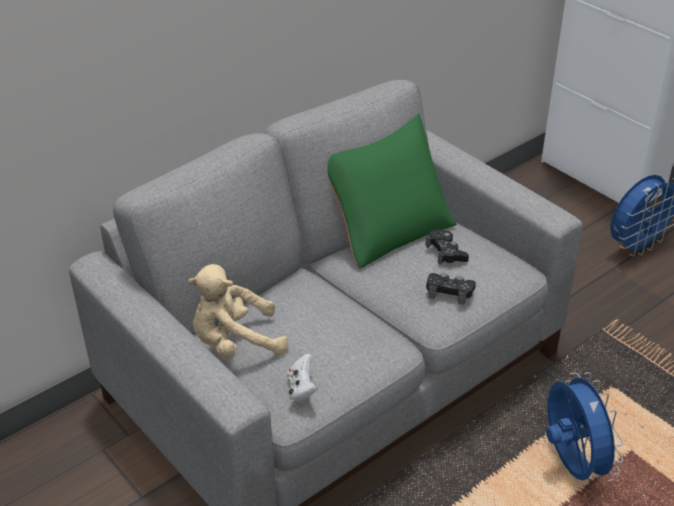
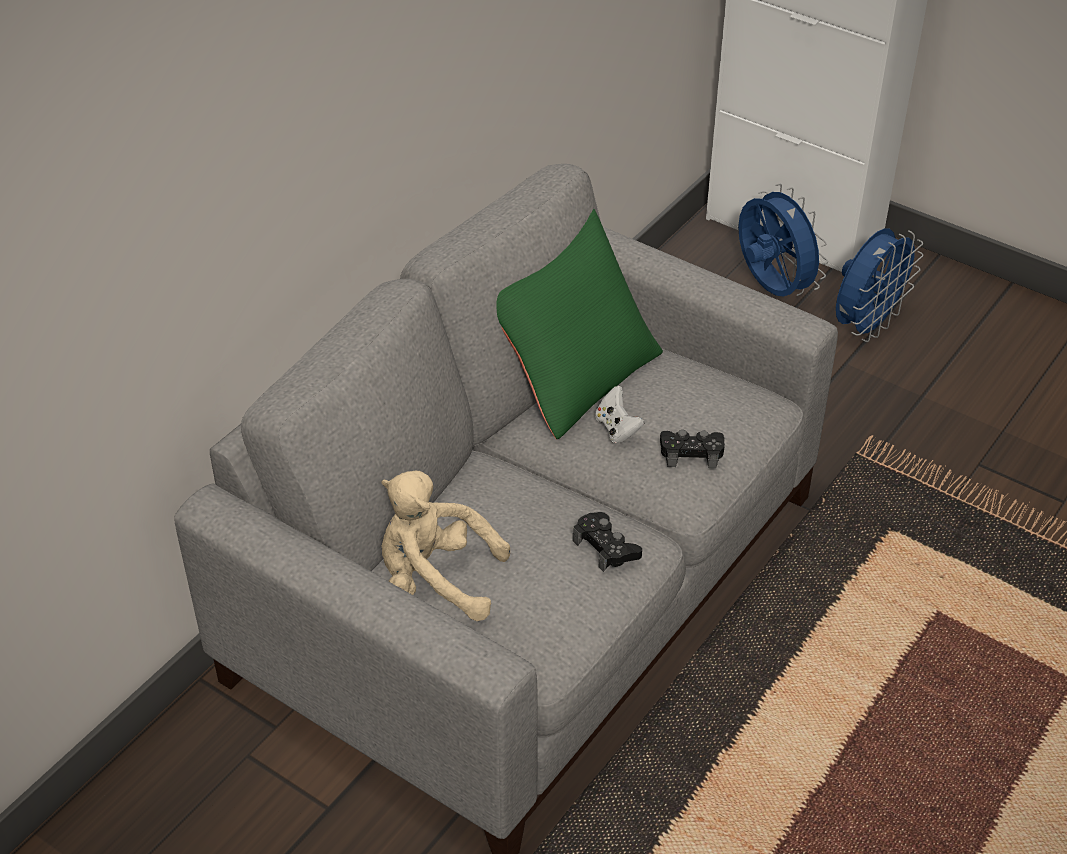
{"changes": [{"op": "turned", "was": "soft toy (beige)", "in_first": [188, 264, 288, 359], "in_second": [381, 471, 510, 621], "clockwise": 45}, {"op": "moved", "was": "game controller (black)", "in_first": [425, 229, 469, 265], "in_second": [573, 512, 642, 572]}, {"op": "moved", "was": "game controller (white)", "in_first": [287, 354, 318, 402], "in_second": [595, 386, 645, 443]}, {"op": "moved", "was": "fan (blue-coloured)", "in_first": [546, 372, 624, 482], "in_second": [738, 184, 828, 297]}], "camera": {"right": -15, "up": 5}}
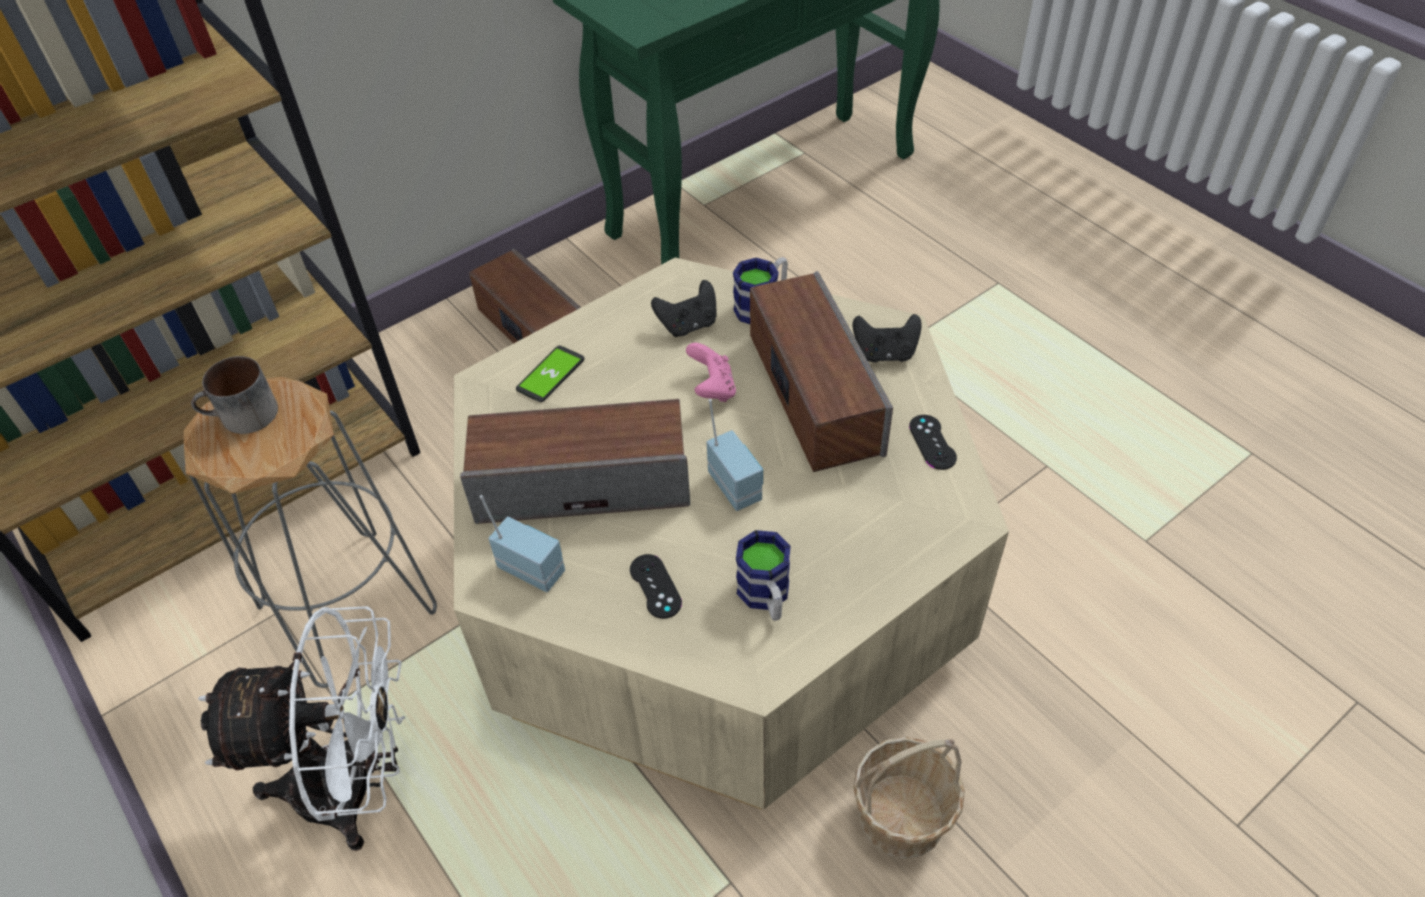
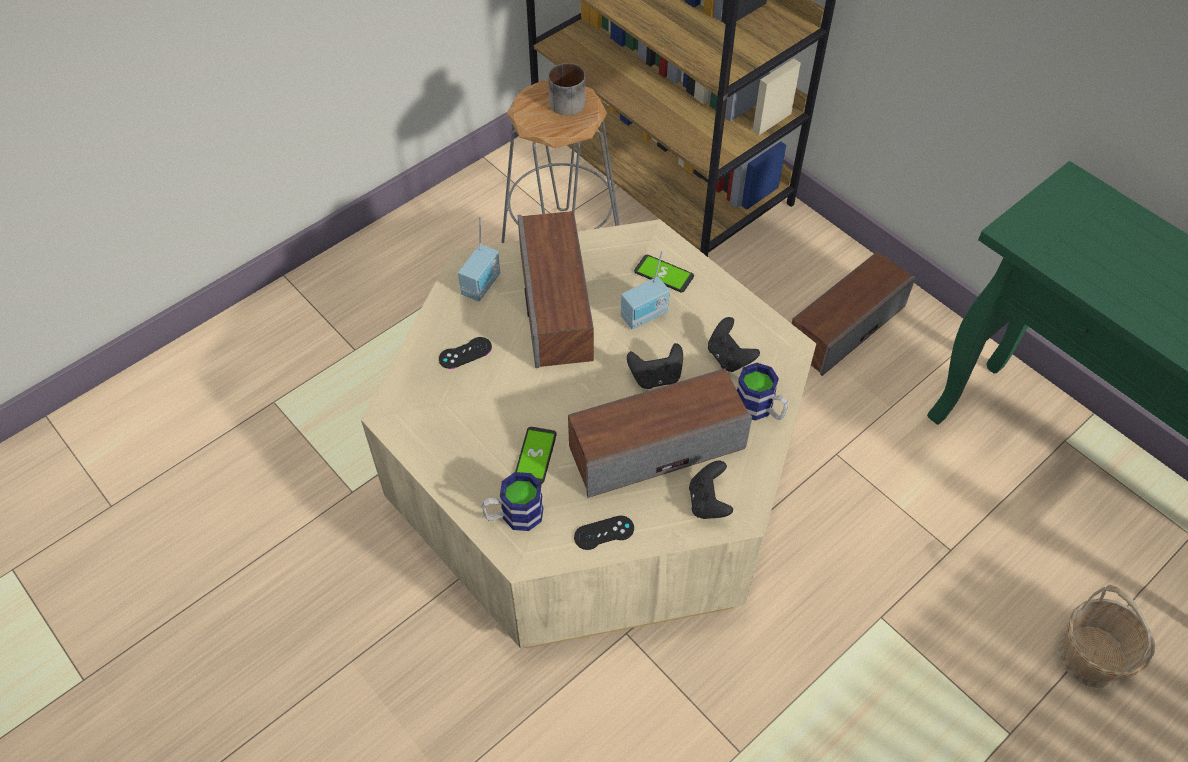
{"changes": [{"op": "moved", "was": "tea mug", "in_first": [736, 530, 791, 621], "in_second": [481, 472, 544, 531]}, {"op": "added", "now": "telephone", "in_second": [515, 427, 557, 484]}, {"op": "moved", "was": "radio set", "in_first": [707, 399, 763, 511], "in_second": [621, 250, 670, 330]}, {"op": "recoloured", "was": "game controller (pink-coloured)", "now": "game controller (black)", "in_first": [686, 343, 736, 402], "in_second": [627, 343, 683, 389]}, {"op": "moved", "was": "household basket", "in_first": [853, 737, 965, 859], "in_second": [1059, 585, 1155, 688]}, {"op": "removed", "was": "fan (white)", "in_first": [198, 606, 405, 851]}], "camera": {"right": 85, "up": 5}}
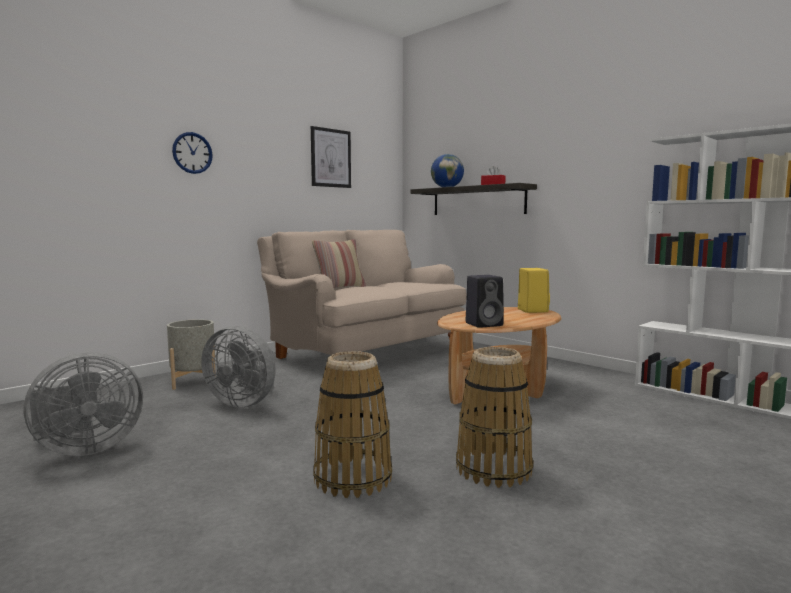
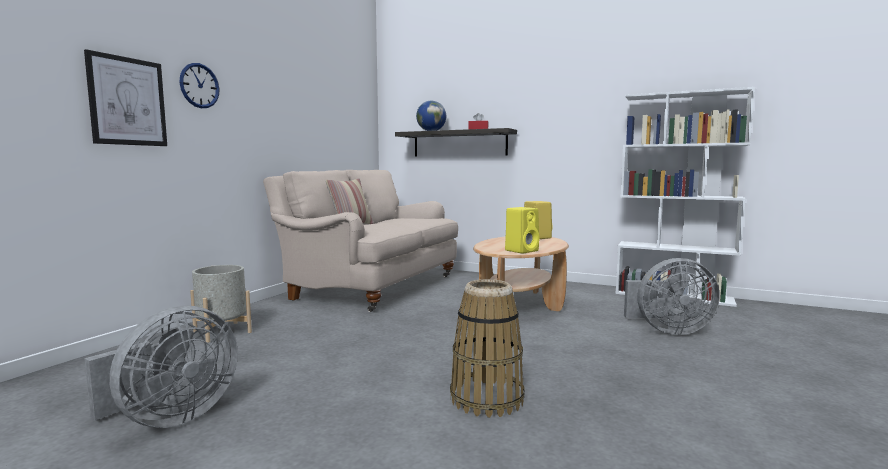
{"changes": [{"op": "moved", "was": "wall picture", "in_first": [311, 126, 351, 188], "in_second": [84, 49, 167, 146]}, {"op": "recoloured", "was": "loudspeaker (black)", "now": "loudspeaker (yellow)", "in_first": [466, 275, 504, 328], "in_second": [505, 207, 540, 254]}, {"op": "moved", "was": "fan (grey)", "in_first": [201, 326, 276, 408], "in_second": [624, 258, 720, 335]}, {"op": "removed", "was": "household basket", "in_first": [456, 347, 533, 488]}], "camera": {"right": -20, "up": 0}}
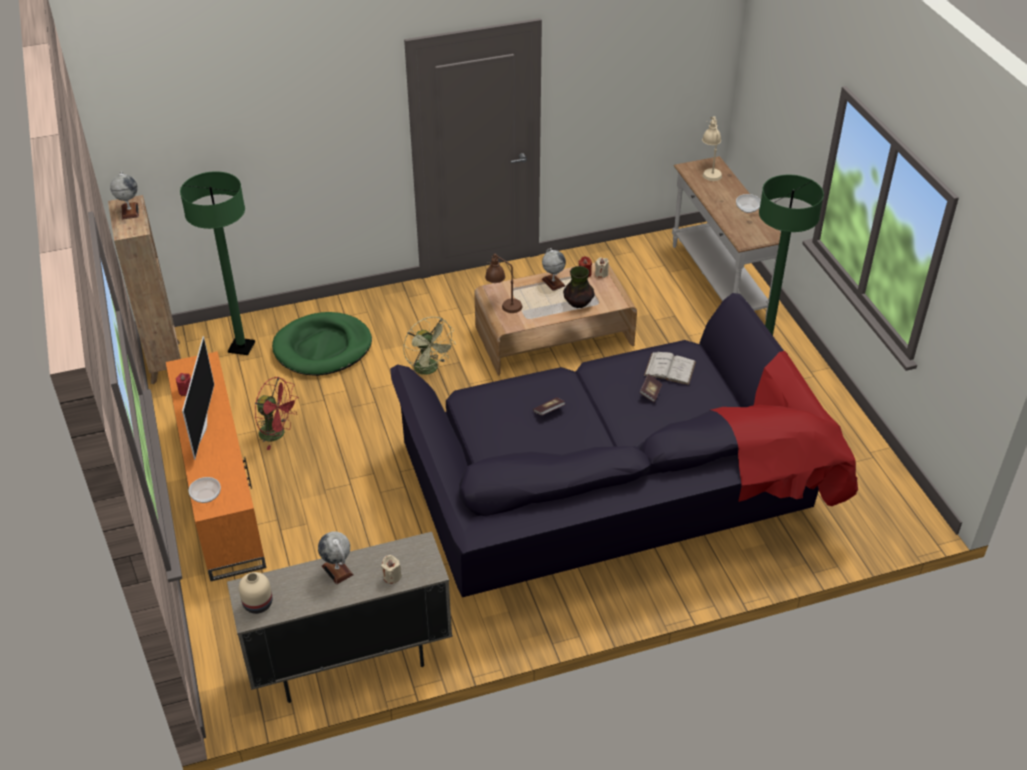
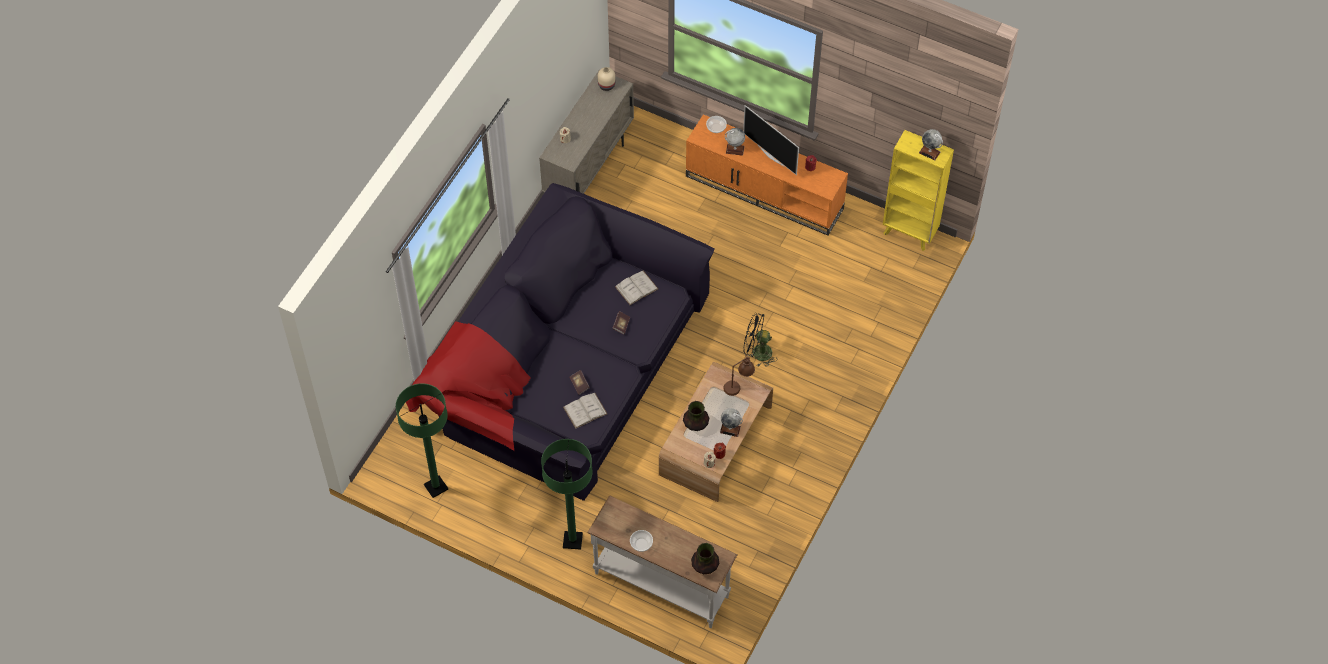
{"changes": [{"op": "moved", "was": "floor lamp (green)", "in_first": [180, 171, 255, 355], "in_second": [396, 383, 448, 498]}, {"op": "added", "now": "bound book (white)", "in_second": [615, 271, 658, 305]}, {"op": "replaced", "was": "tabletop lamp (beige)", "now": "flower vase", "in_first": [702, 116, 722, 181], "in_second": [691, 543, 719, 574]}, {"op": "moved", "was": "desk globe", "in_first": [318, 531, 354, 584], "in_second": [725, 128, 745, 156]}, {"op": "recoloured", "was": "fan (green)", "now": "fan (black)", "in_first": [403, 317, 456, 375], "in_second": [743, 313, 777, 367]}, {"op": "recoloured", "was": "bookcase (brown-coloured)", "now": "bookcase (yellow)", "in_first": [108, 195, 181, 384], "in_second": [883, 130, 954, 251]}, {"op": "removed", "was": "fan (red)", "in_first": [255, 377, 298, 450]}, {"op": "removed", "was": "pet bed (green)", "in_first": [272, 312, 372, 376]}], "camera": {"right": 135, "up": 15}}
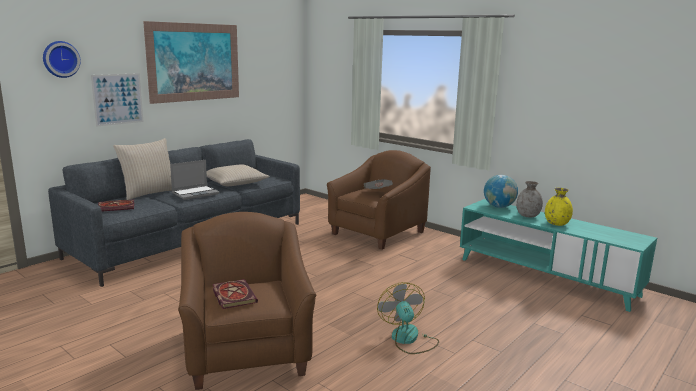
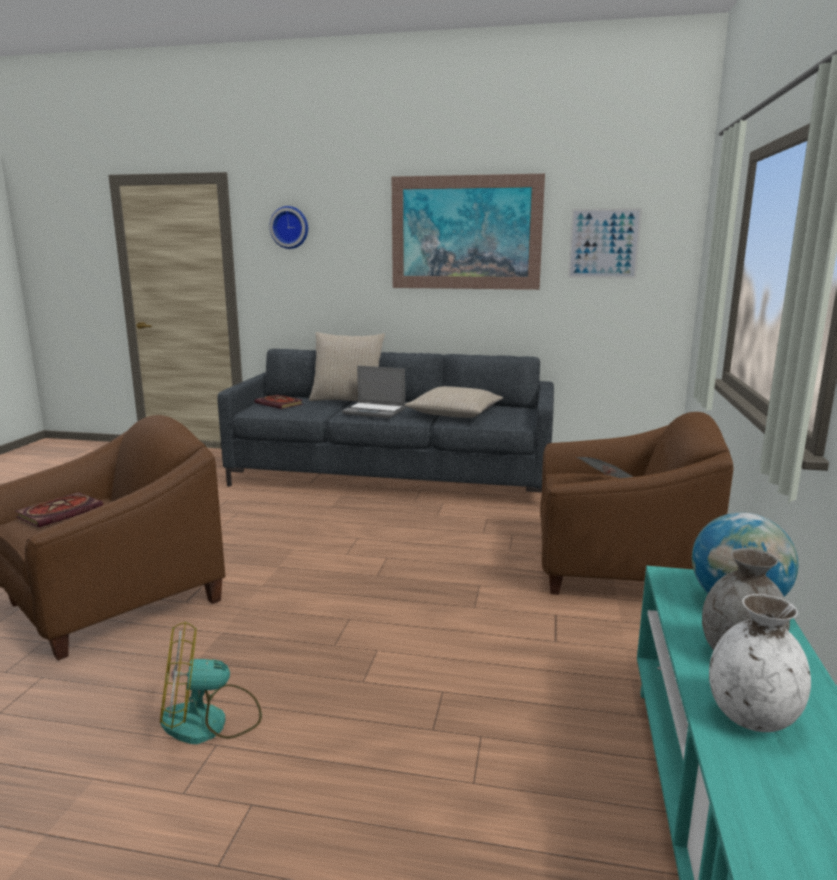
{"changes": [{"op": "turned", "was": "fan", "in_first": [377, 282, 439, 354], "in_second": [160, 621, 262, 744], "clockwise": -150}, {"op": "moved", "was": "wall picture", "in_first": [91, 73, 144, 127], "in_second": [568, 208, 642, 279]}, {"op": "recoloured", "was": "flower vase (yellow)", "now": "flower vase (white)", "in_first": [545, 188, 573, 226], "in_second": [709, 594, 811, 732]}], "camera": {"right": 60, "up": 0}}
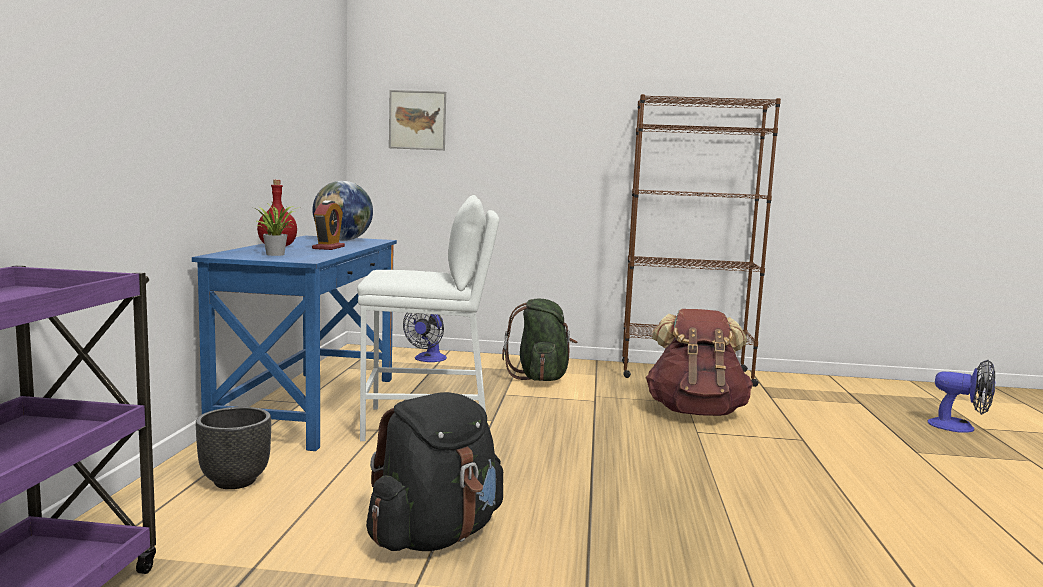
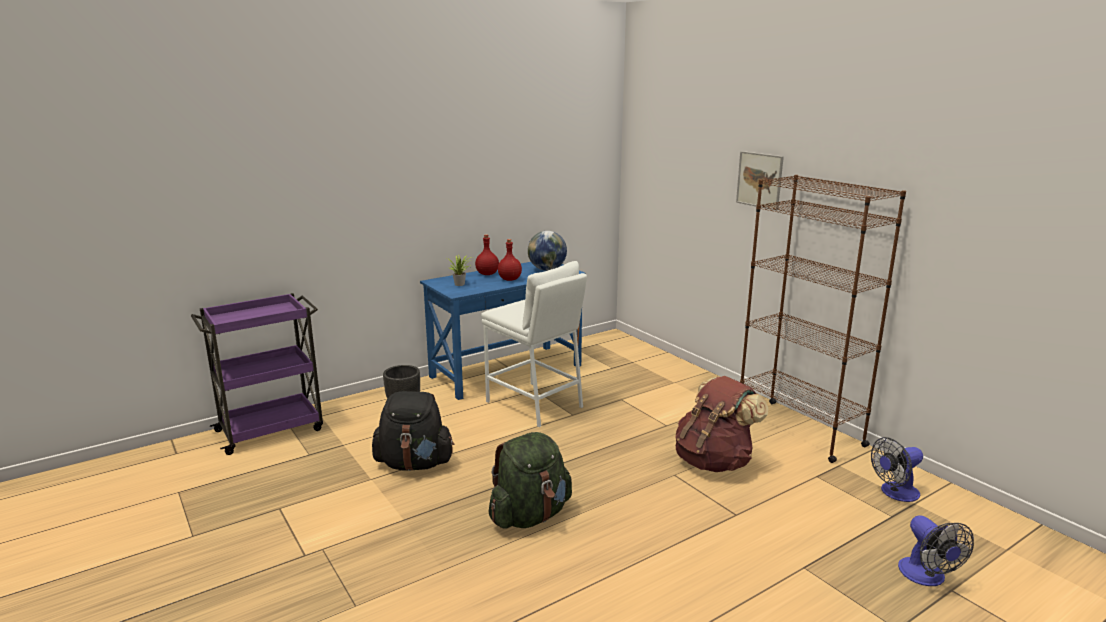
{"changes": [{"op": "moved", "was": "rucksack (green)", "in_first": [502, 299, 577, 381], "in_second": [489, 432, 572, 529]}, {"op": "replaced", "was": "alarm clock", "now": "bottle (red)", "in_first": [312, 200, 345, 250], "in_second": [498, 239, 522, 281]}, {"op": "moved", "was": "wall picture", "in_first": [389, 90, 446, 150], "in_second": [736, 151, 784, 210]}, {"op": "moved", "was": "fan", "in_first": [403, 313, 447, 362], "in_second": [871, 437, 923, 502]}], "camera": {"right": 50, "up": 10}}
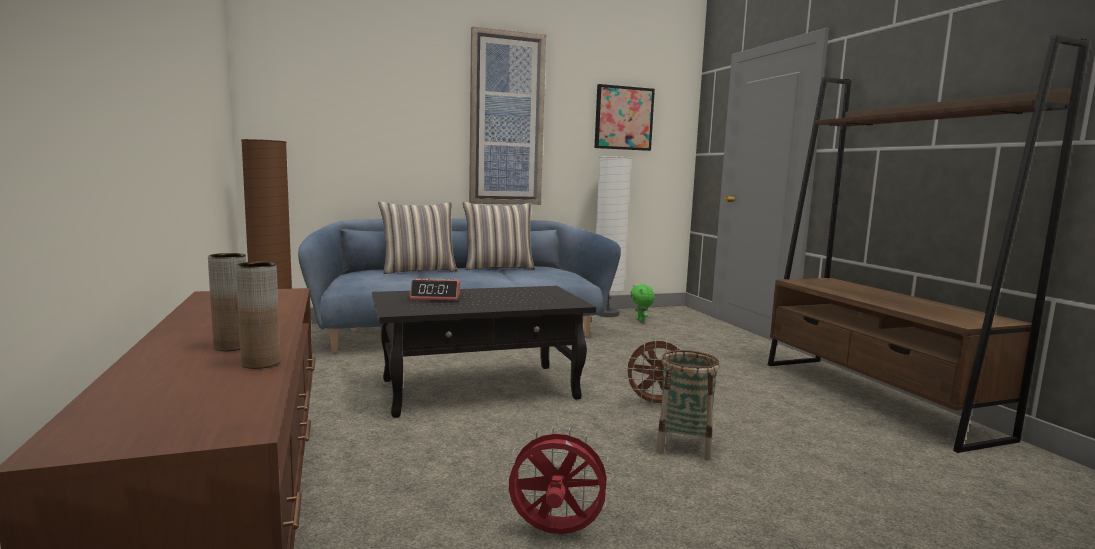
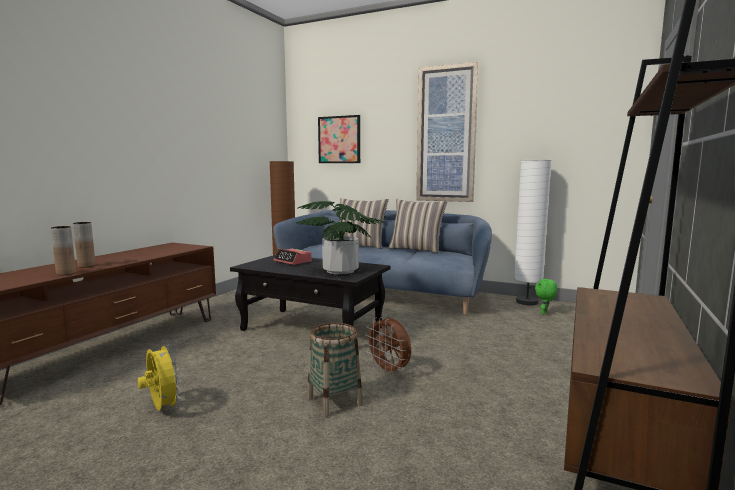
{"changes": [{"op": "recoloured", "was": "fan (red)", "now": "fan (yellow)", "in_first": [506, 426, 614, 534], "in_second": [138, 342, 182, 411]}, {"op": "added", "now": "plant in a pot", "in_second": [296, 201, 384, 274]}, {"op": "moved", "was": "wall picture", "in_first": [595, 84, 655, 151], "in_second": [318, 115, 360, 163]}], "camera": {"right": 45, "up": 0}}
